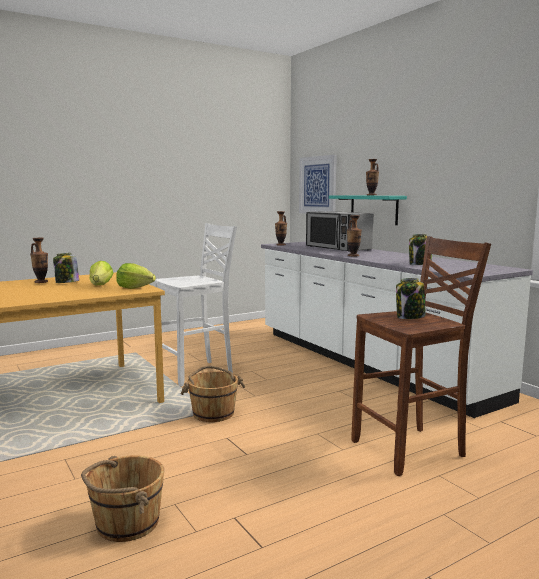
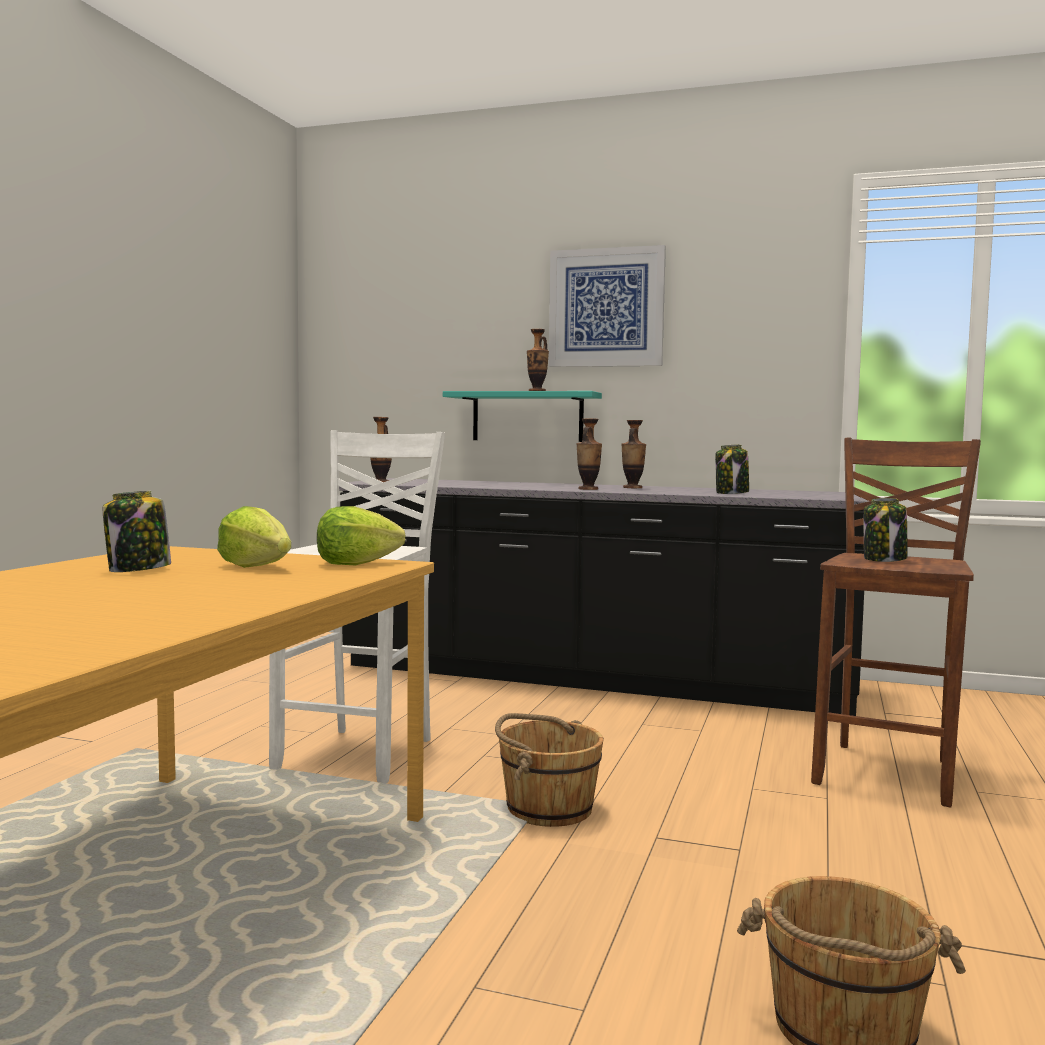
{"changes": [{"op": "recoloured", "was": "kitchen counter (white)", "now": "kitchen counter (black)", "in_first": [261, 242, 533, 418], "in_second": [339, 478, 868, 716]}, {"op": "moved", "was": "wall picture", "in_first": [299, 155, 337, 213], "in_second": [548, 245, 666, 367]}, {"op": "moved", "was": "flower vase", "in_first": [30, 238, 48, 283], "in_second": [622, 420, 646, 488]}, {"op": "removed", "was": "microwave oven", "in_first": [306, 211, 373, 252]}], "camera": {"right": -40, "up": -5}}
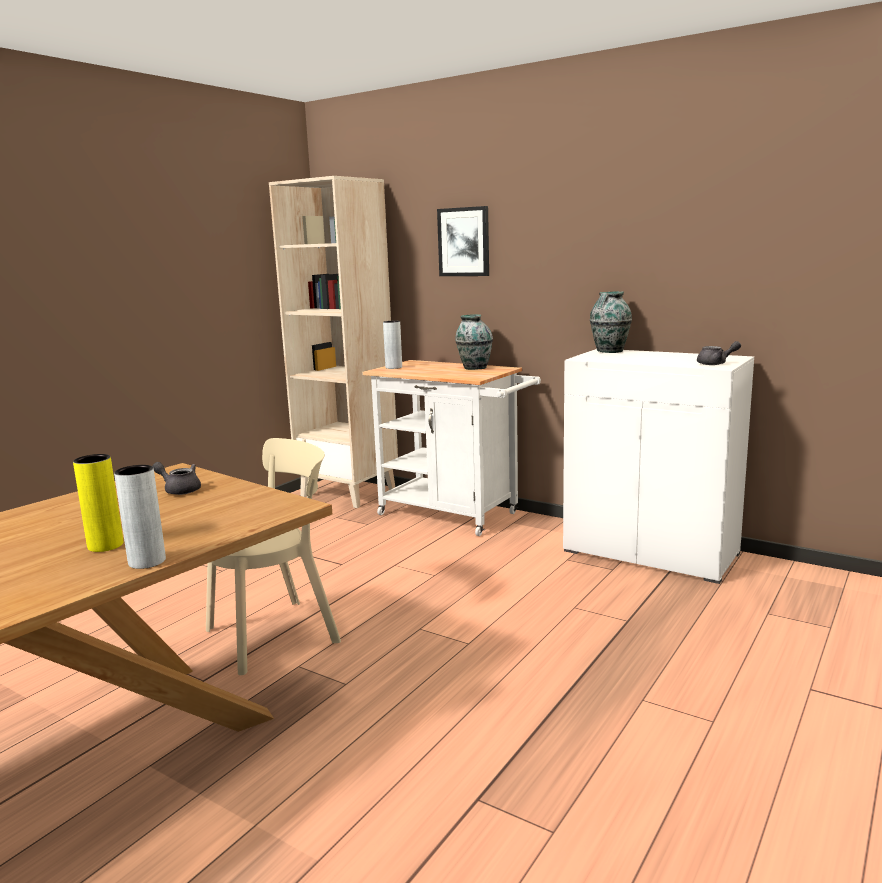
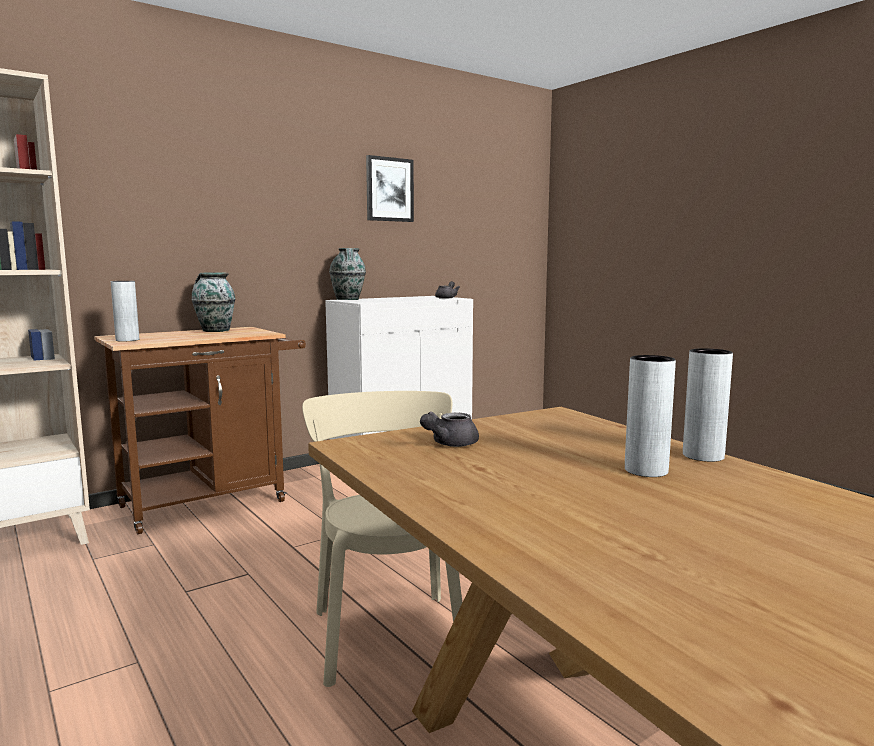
{"changes": [{"op": "recoloured", "was": "wheeled cart (white)", "now": "wheeled cart (brown-coloured)", "in_first": [362, 360, 541, 536], "in_second": [94, 327, 306, 534]}, {"op": "moved", "was": "wall picture", "in_first": [437, 206, 489, 276], "in_second": [366, 155, 414, 222]}, {"op": "recoloured", "was": "flower vase (yellow)", "now": "flower vase (grey)", "in_first": [73, 454, 123, 552], "in_second": [625, 355, 676, 477]}], "camera": {"right": -70, "up": -5}}
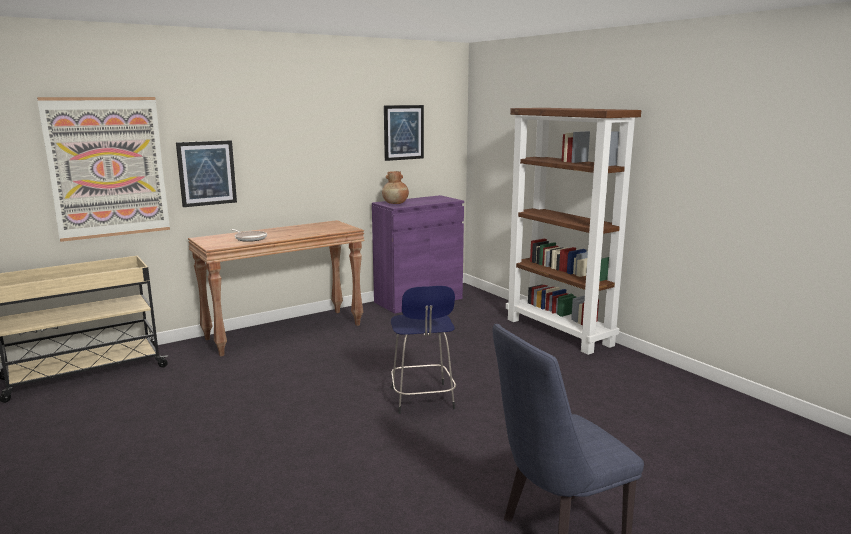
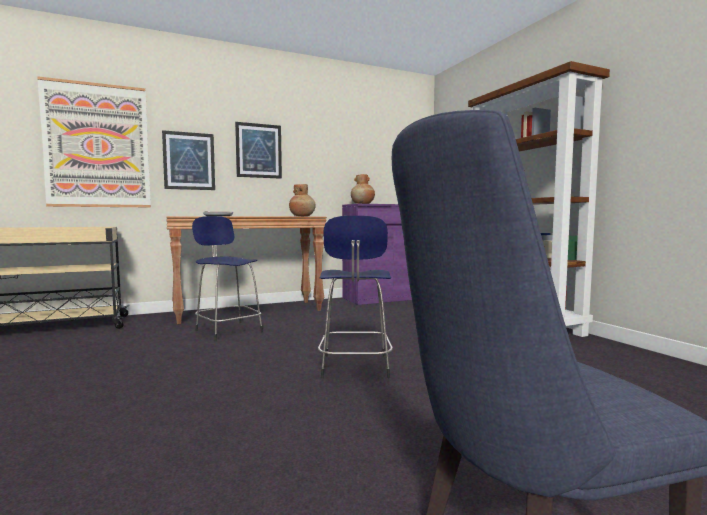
{"changes": [{"op": "added", "now": "sitting stool (blue-coloured)", "in_second": [192, 216, 263, 342]}, {"op": "moved", "was": "wall picture", "in_first": [384, 105, 424, 161], "in_second": [235, 122, 282, 179]}, {"op": "added", "now": "flower vase (brown-coloured)", "in_second": [289, 184, 316, 216]}], "camera": {"right": 10, "up": -10}}
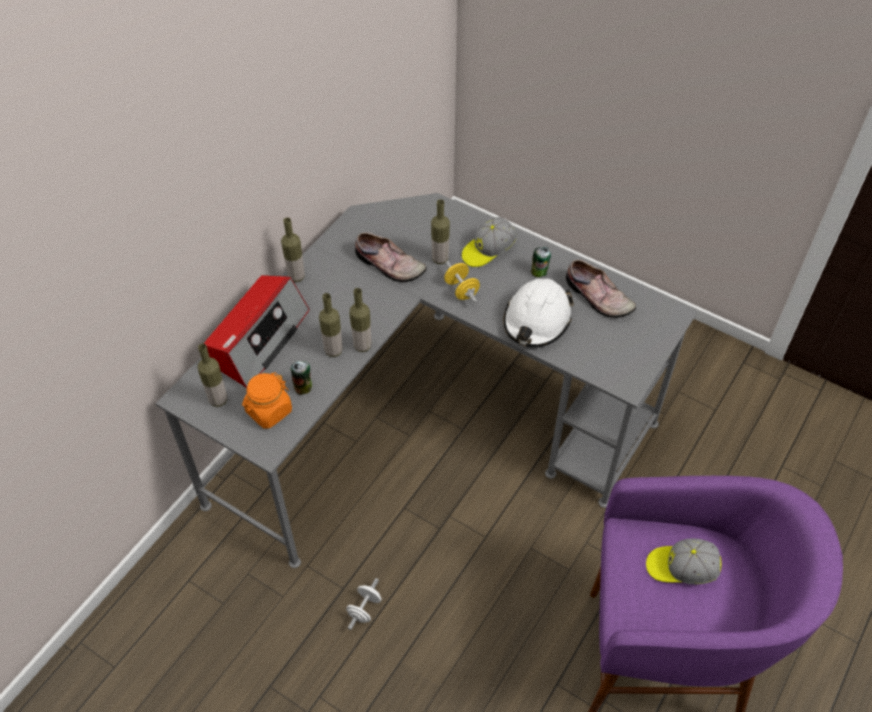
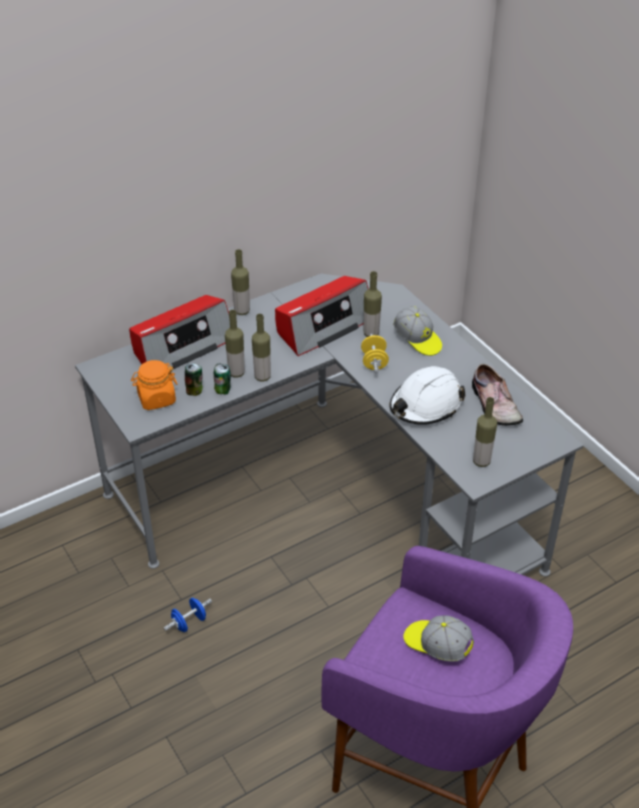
{"changes": [{"op": "recoloured", "was": "hand weight (white)", "now": "hand weight (blue-coloured)", "in_first": [346, 578, 382, 630], "in_second": [164, 598, 212, 632]}, {"op": "moved", "was": "metal can", "in_first": [531, 247, 551, 277], "in_second": [214, 364, 231, 395]}, {"op": "replaced", "was": "low shoe", "now": "radio set", "in_first": [355, 232, 427, 282], "in_second": [275, 276, 368, 356]}, {"op": "turned", "was": "peaked cap", "in_first": [462, 217, 517, 267], "in_second": [393, 306, 442, 356], "clockwise": -120}, {"op": "moved", "was": "bottle", "in_first": [198, 344, 227, 407], "in_second": [473, 397, 497, 467]}], "camera": {"right": 25, "up": -10}}
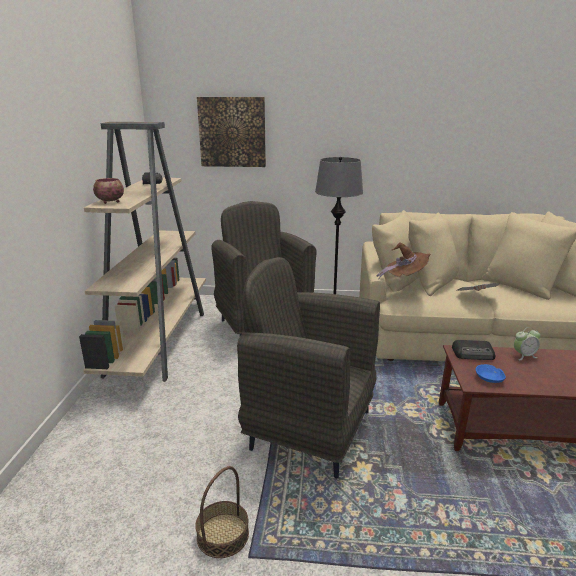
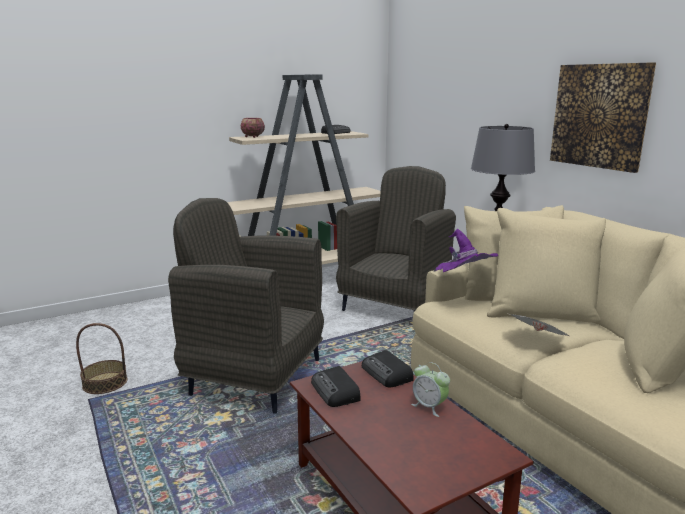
{"changes": [{"op": "turned", "was": "armchair (grey)", "in_first": [237, 257, 380, 478], "in_second": [168, 198, 324, 414], "clockwise": -60}, {"op": "replaced", "was": "bowl (blue-coloured)", "now": "radio set", "in_first": [476, 364, 506, 383], "in_second": [311, 366, 360, 407]}, {"op": "recoloured", "was": "hat (brown-coloured)", "now": "hat (purplish)", "in_first": [377, 242, 431, 277], "in_second": [433, 229, 498, 272]}, {"op": "moved", "was": "wall picture", "in_first": [197, 97, 266, 167], "in_second": [550, 62, 656, 173]}], "camera": {"right": 55, "up": -5}}
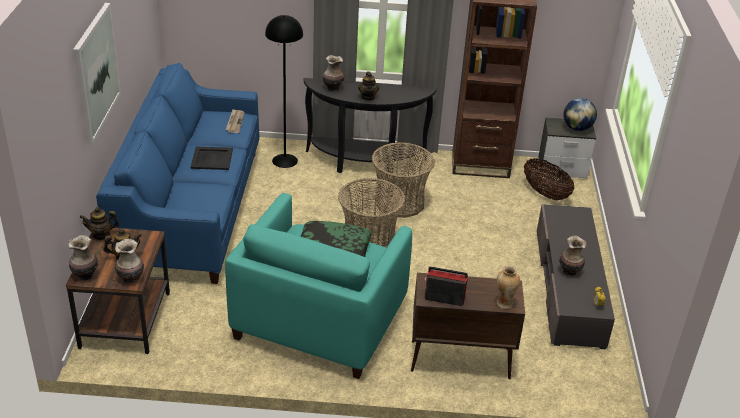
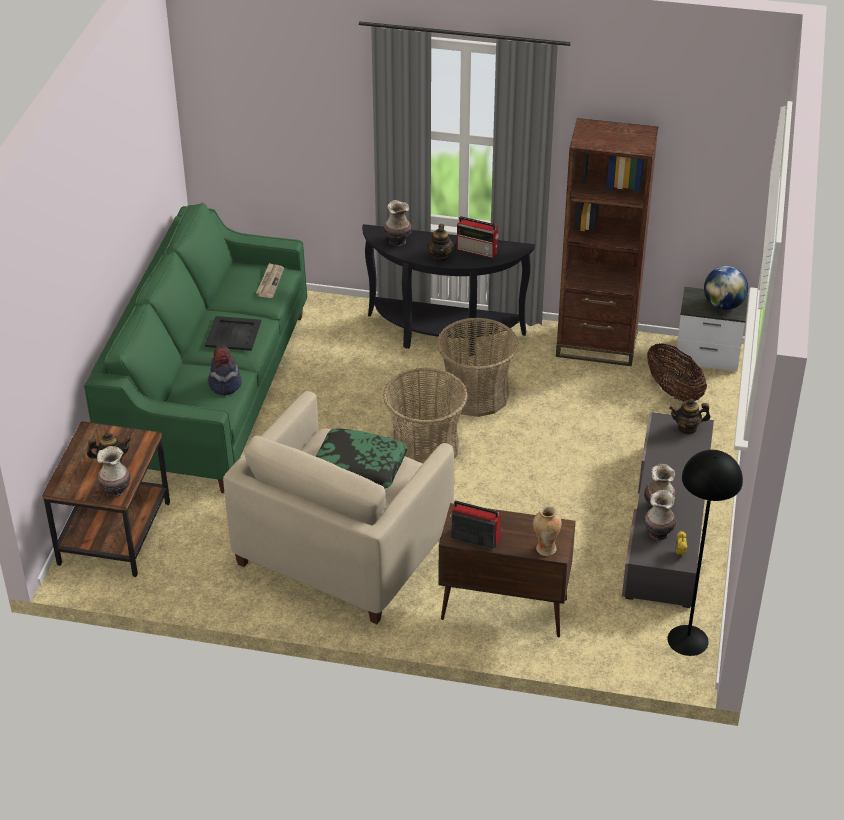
{"changes": [{"op": "recoloured", "was": "settee (blue-coloured)", "now": "settee (green)", "in_first": [96, 63, 259, 284], "in_second": [84, 203, 307, 493]}, {"op": "added", "now": "hat", "in_second": [208, 345, 242, 395]}, {"op": "recoloured", "was": "armchair (turquoise-coloured)", "now": "armchair (beige)", "in_first": [225, 193, 412, 379], "in_second": [223, 391, 454, 624]}, {"op": "added", "now": "radio set", "in_second": [457, 216, 499, 258]}, {"op": "moved", "was": "flower vase", "in_first": [68, 235, 98, 281], "in_second": [644, 490, 676, 541]}, {"op": "moved", "was": "floor lamp (black)", "in_first": [265, 15, 303, 168], "in_second": [667, 450, 743, 656]}, {"op": "moved", "was": "tea pot", "in_first": [80, 207, 120, 240], "in_second": [669, 399, 711, 435]}, {"op": "removed", "was": "wall picture", "in_first": [73, 3, 121, 145]}], "camera": {"right": 10, "up": 5}}
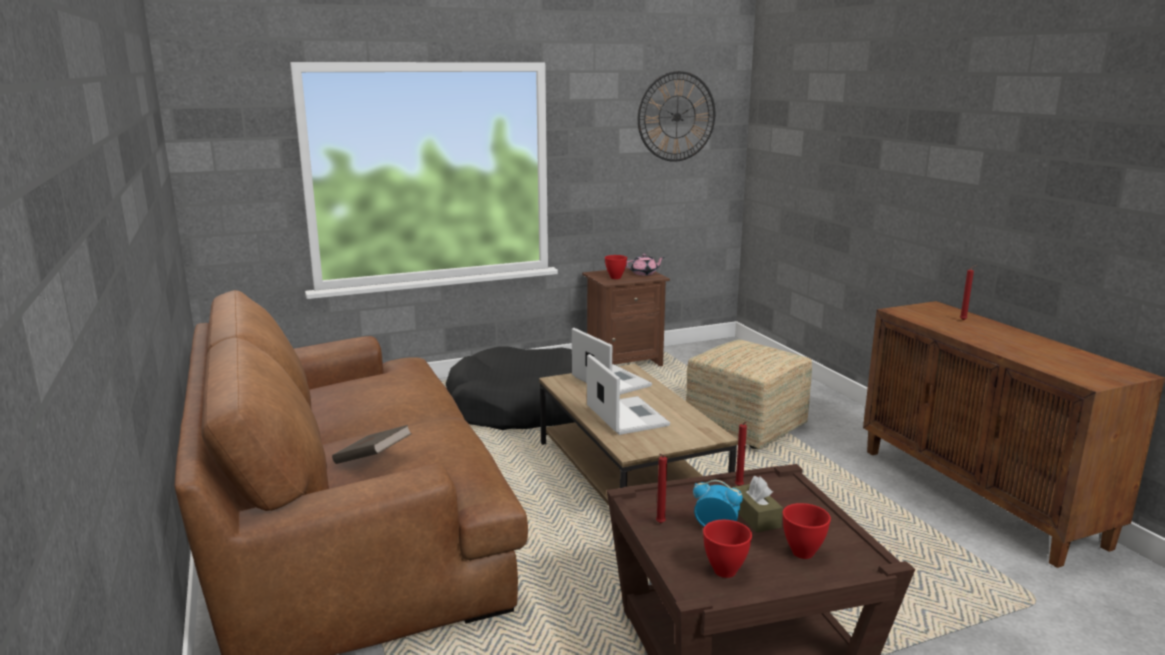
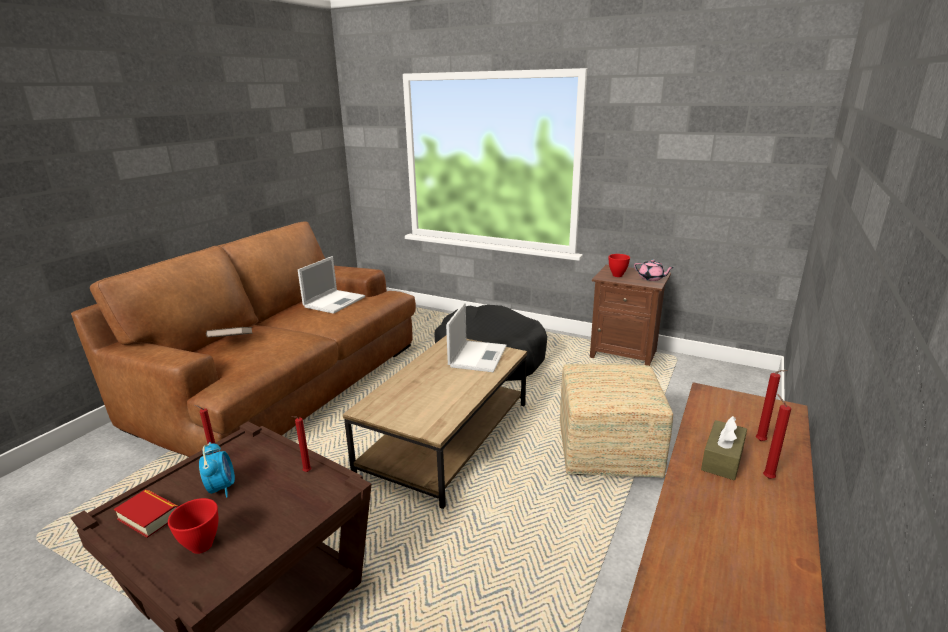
{"changes": [{"op": "replaced", "was": "bowl (red)", "now": "bound book", "in_first": [703, 520, 752, 578], "in_second": [114, 490, 178, 538]}, {"op": "moved", "was": "portable computer", "in_first": [587, 354, 670, 435], "in_second": [298, 256, 365, 314]}, {"op": "moved", "was": "tissue holder (brown-coloured)", "in_first": [732, 476, 783, 532], "in_second": [701, 416, 747, 480]}, {"op": "added", "now": "wax candle (red)", "in_second": [763, 394, 791, 479]}, {"op": "removed", "was": "hanging clock", "in_first": [638, 71, 715, 162]}], "camera": {"right": 50, "up": 5}}
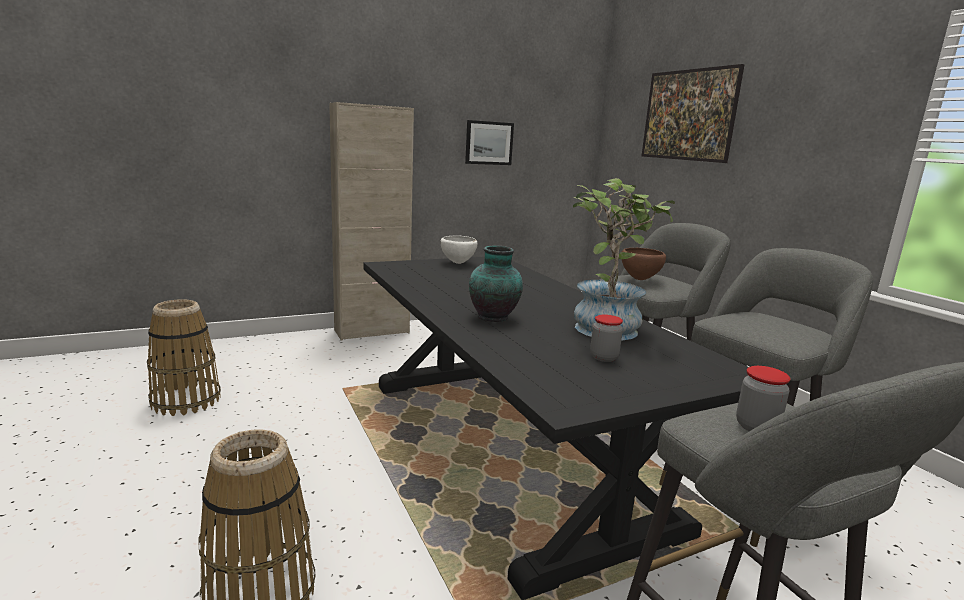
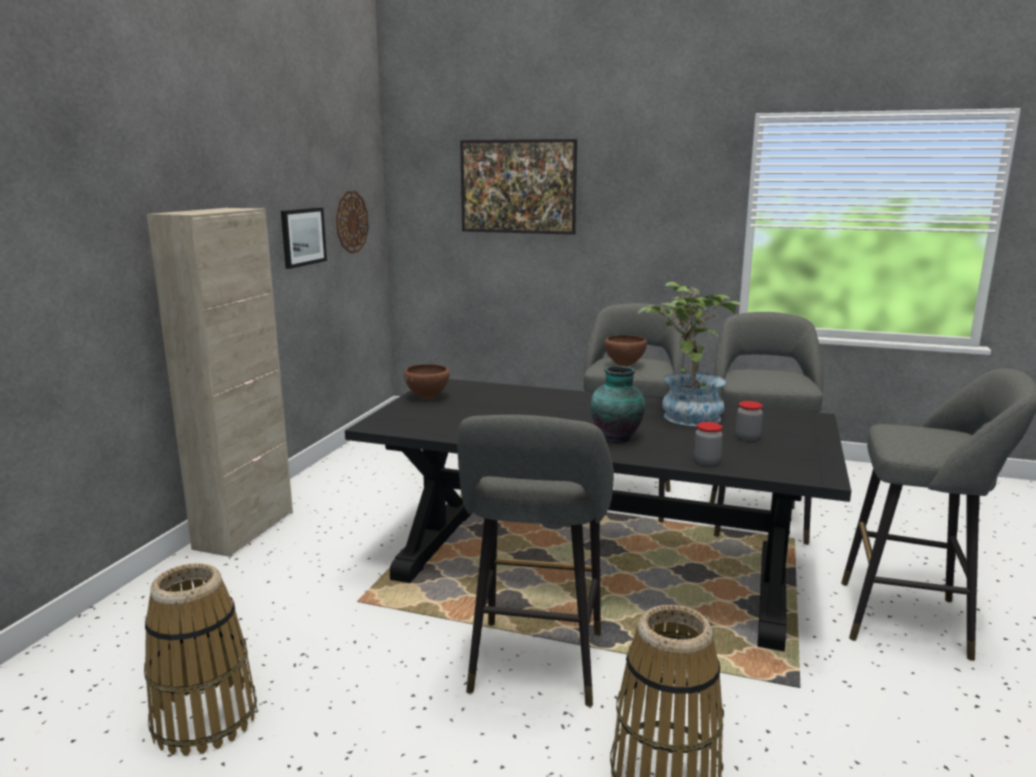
{"changes": [{"op": "added", "now": "hanging clock", "in_second": [336, 191, 369, 254]}, {"op": "recoloured", "was": "bowl (white)", "now": "bowl (brown-coloured)", "in_first": [441, 236, 477, 264], "in_second": [404, 364, 450, 399]}, {"op": "added", "now": "sitting stool (grey)", "in_second": [457, 415, 614, 707]}, {"op": "moved", "was": "preserve jar", "in_first": [736, 366, 791, 431], "in_second": [694, 422, 723, 465]}], "camera": {"right": -45, "up": 0}}
